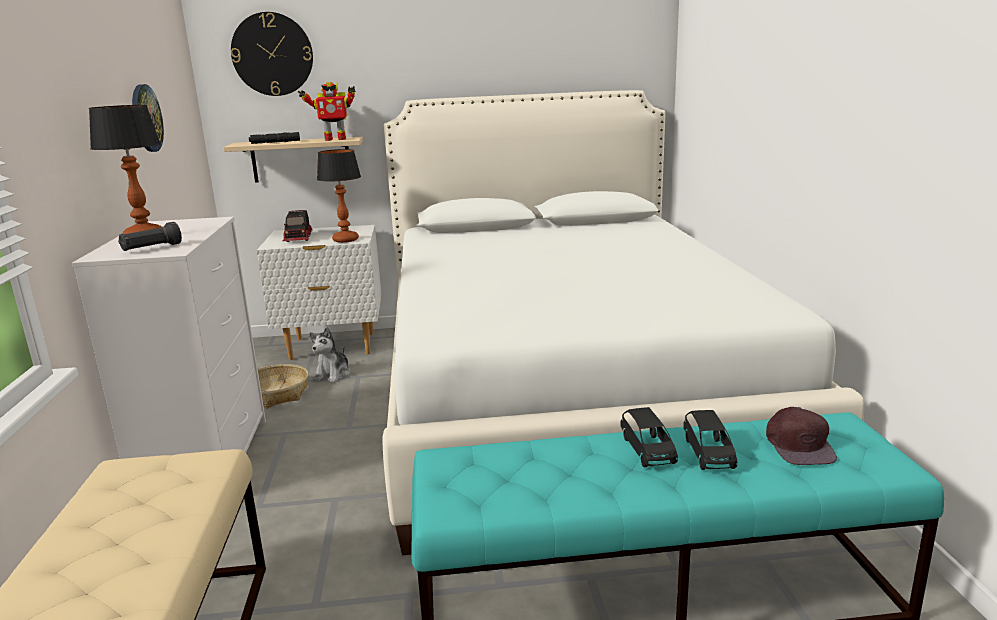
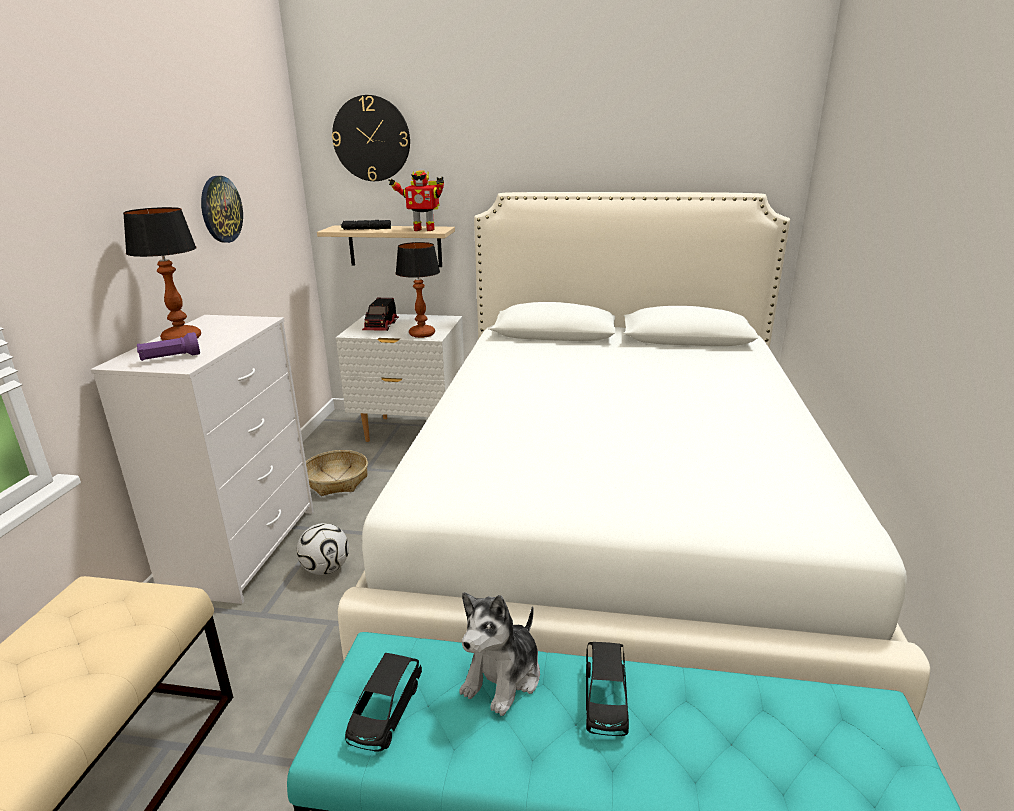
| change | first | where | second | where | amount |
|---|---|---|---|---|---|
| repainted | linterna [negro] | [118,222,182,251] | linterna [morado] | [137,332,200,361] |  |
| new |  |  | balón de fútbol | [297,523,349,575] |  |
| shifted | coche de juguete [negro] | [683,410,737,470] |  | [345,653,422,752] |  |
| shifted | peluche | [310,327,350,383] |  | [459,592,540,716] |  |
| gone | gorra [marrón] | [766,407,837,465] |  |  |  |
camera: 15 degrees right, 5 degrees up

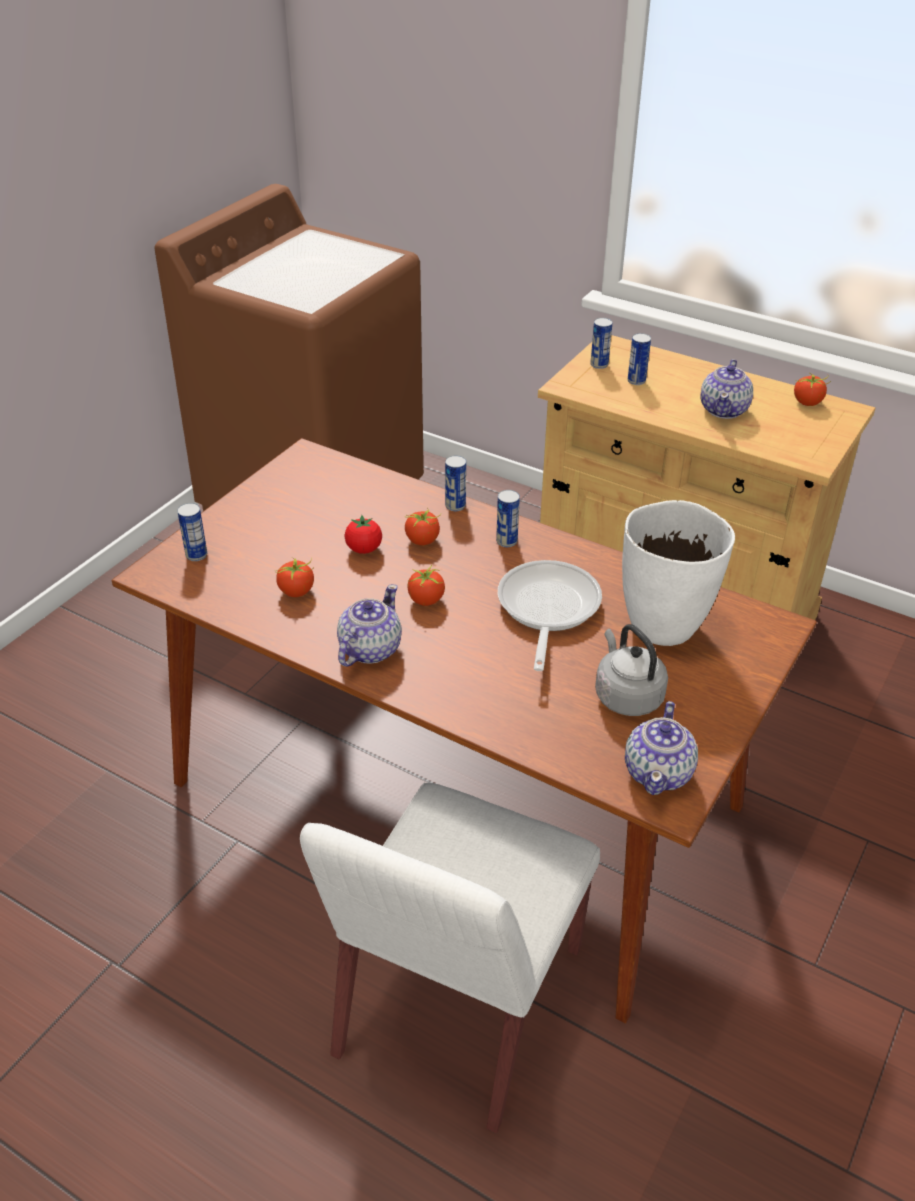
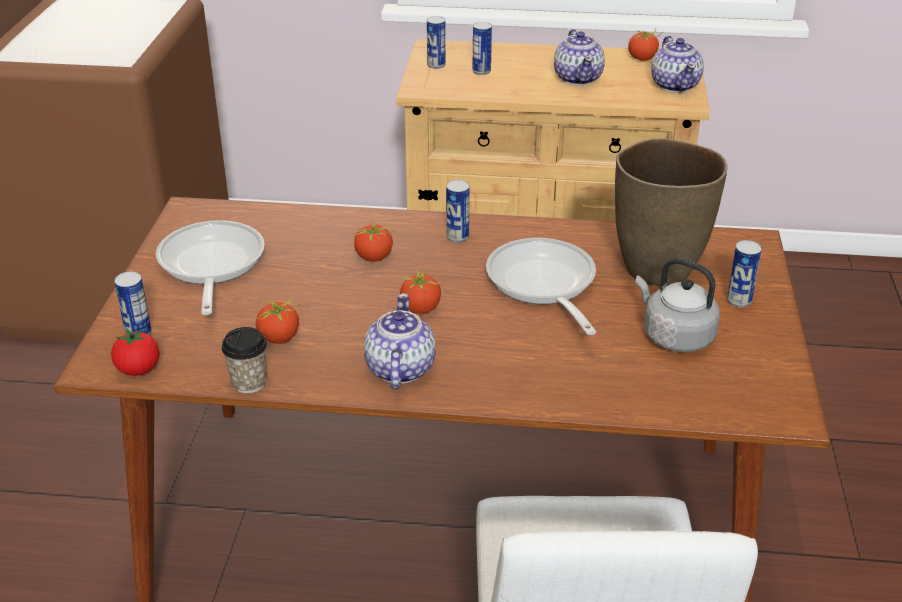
| change | first | where | second | where | amount |
|---|---|---|---|---|---|
| shifted | tomate | [345,515,382,554] |  | [111,329,160,376] |  |
| new |  |  | sartén | [156,220,265,315] |  |
| new |  |  | taza | [221,327,267,393] |  |
| repainted | florero [blanco] | [622,500,735,646] | florero [marrón] | [615,138,727,286] |  |
| shifted | tetera | [625,701,698,795] |  | [651,36,704,93] |  |
| shifted | lata | [445,455,466,511] |  | [727,240,762,307] |  |
camera: 25 degrees left, 5 degrees down

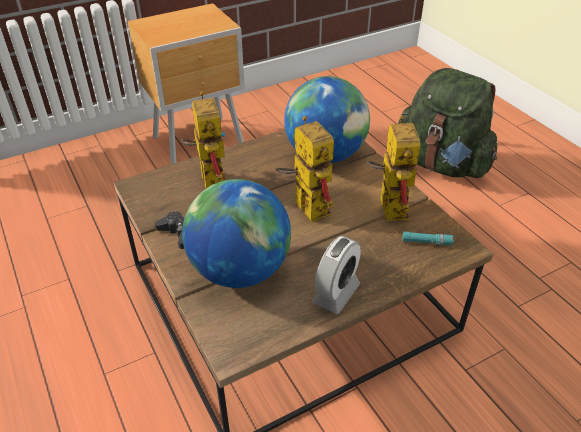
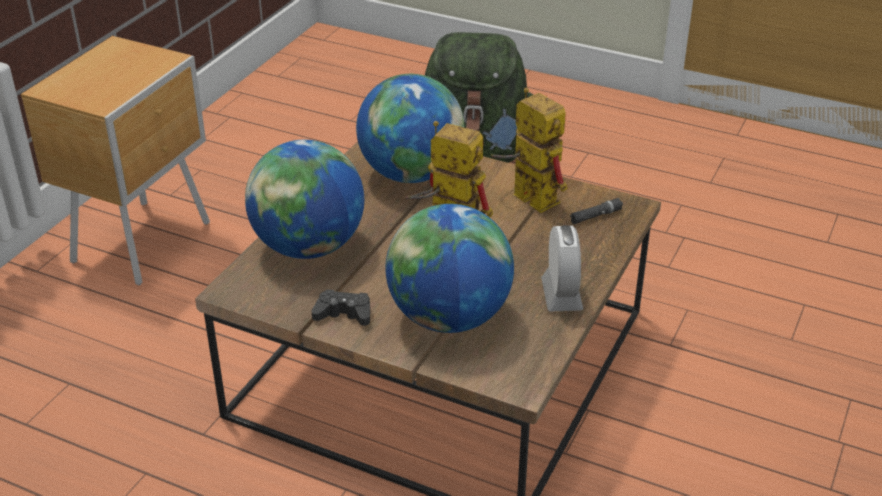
| change | first | where | second | where | amount |
|---|---|---|---|---|---|
| swapped | robot de juguete | [181,91,225,188] | globo terráqueo | [245,140,364,259] |  |
| repainted | linterna [turquesa] | [402,232,454,246] | linterna [negro] | [570,198,623,224] |  |
camera: 35 degrees left, 5 degrees down

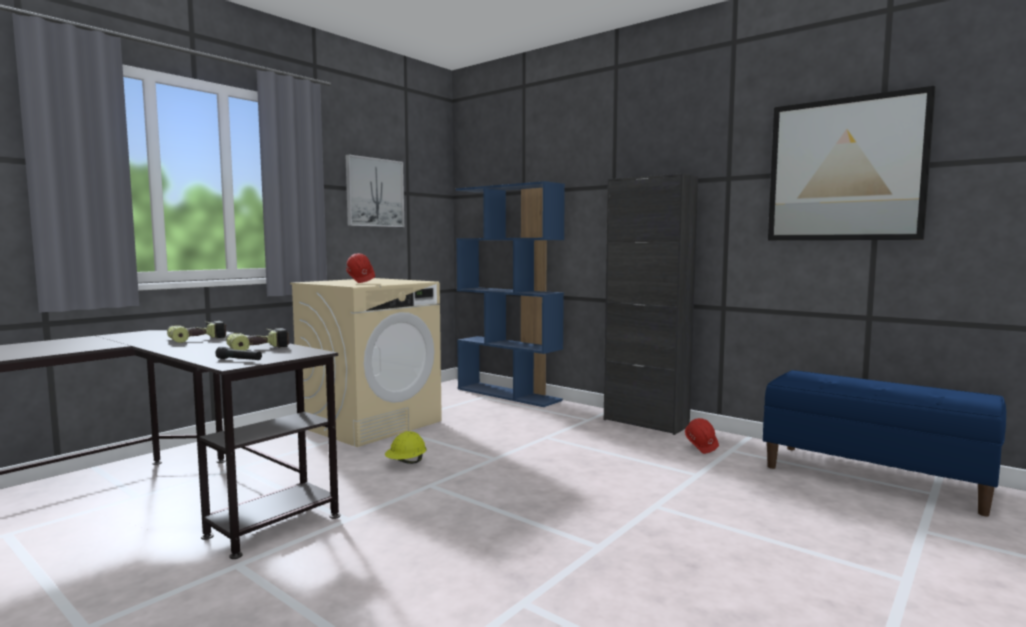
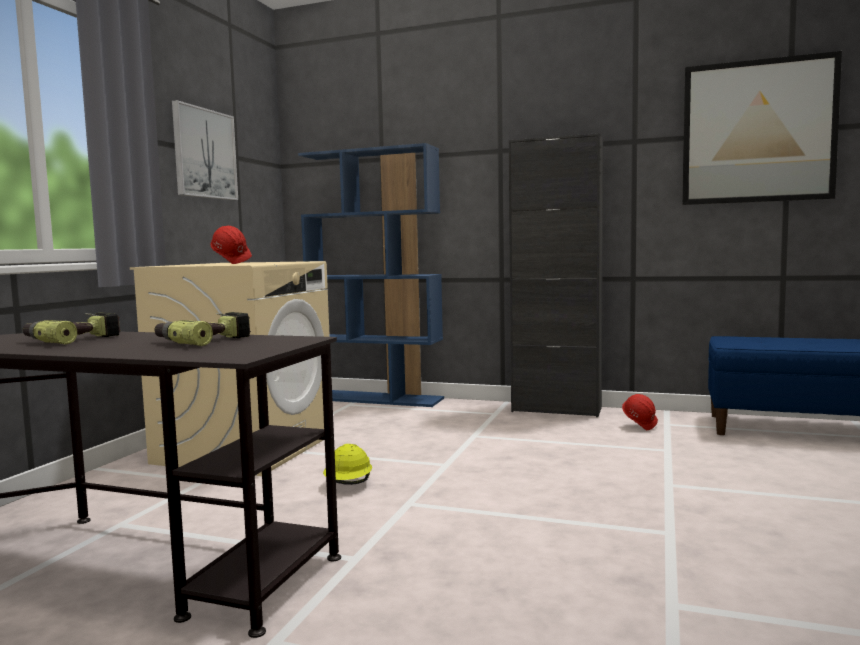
| change | first | where | second | where | amount |
|---|---|---|---|---|---|
| gone | linterna [negro] | [215,347,262,360] |  |  |  |
camera: 20 degrees left, 0 degrees up

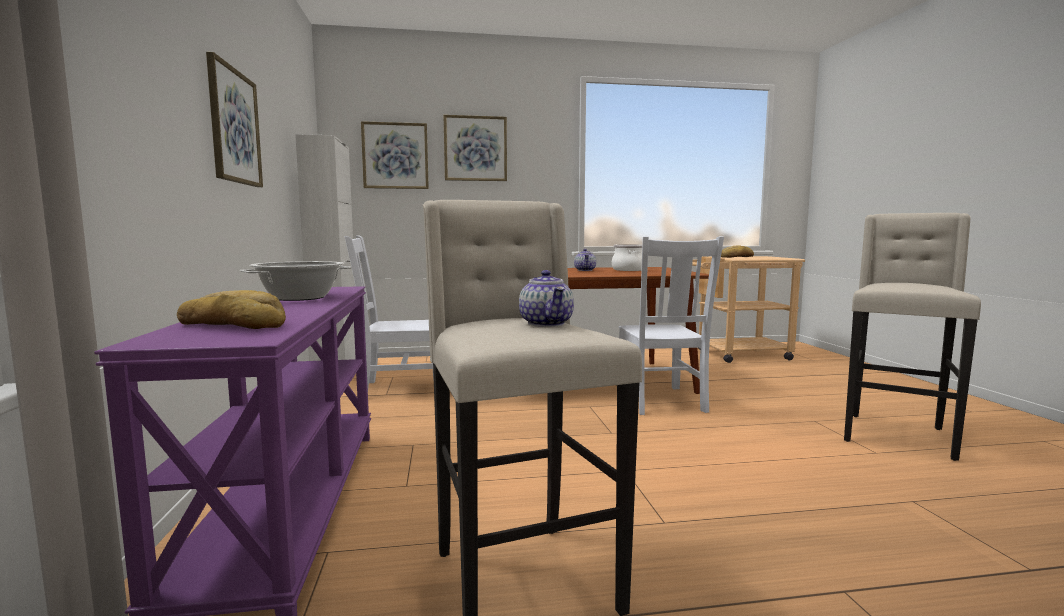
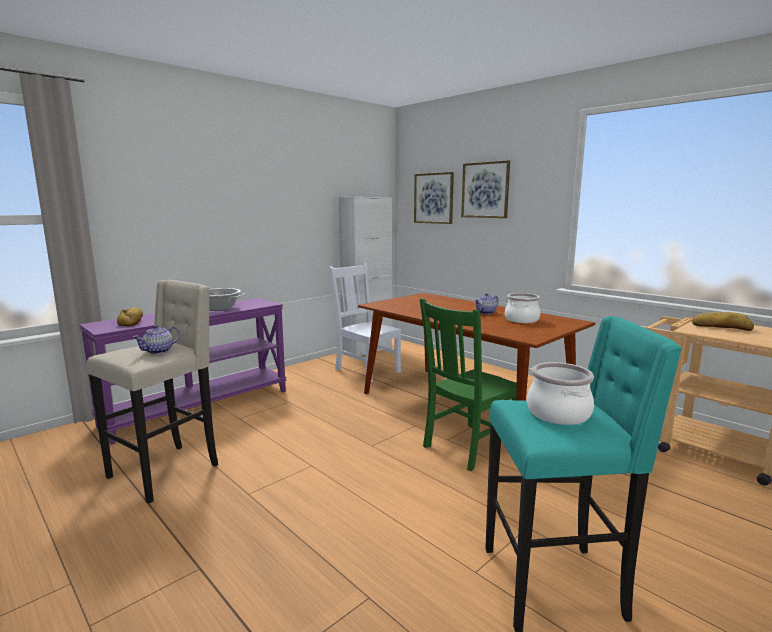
| change | first | where | second | where | amount |
|---|---|---|---|---|---|
| repainted | silla [blanco] | [619,236,724,415] | silla [verde] | [420,298,517,471] |  |
| repainted | taburete [beis] | [844,213,981,461] | taburete [turquesa] | [485,316,682,632] |  |
| new |  |  | olla | [527,362,594,425] |  |
| gone | cuadro | [206,52,263,187] |  |  |  |
camera: 55 degrees right, 5 degrees up

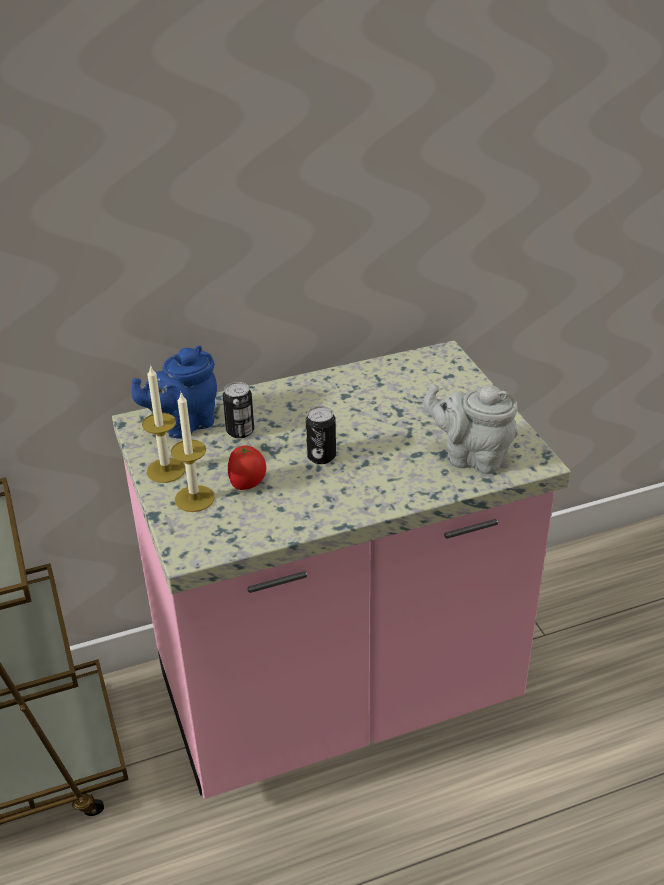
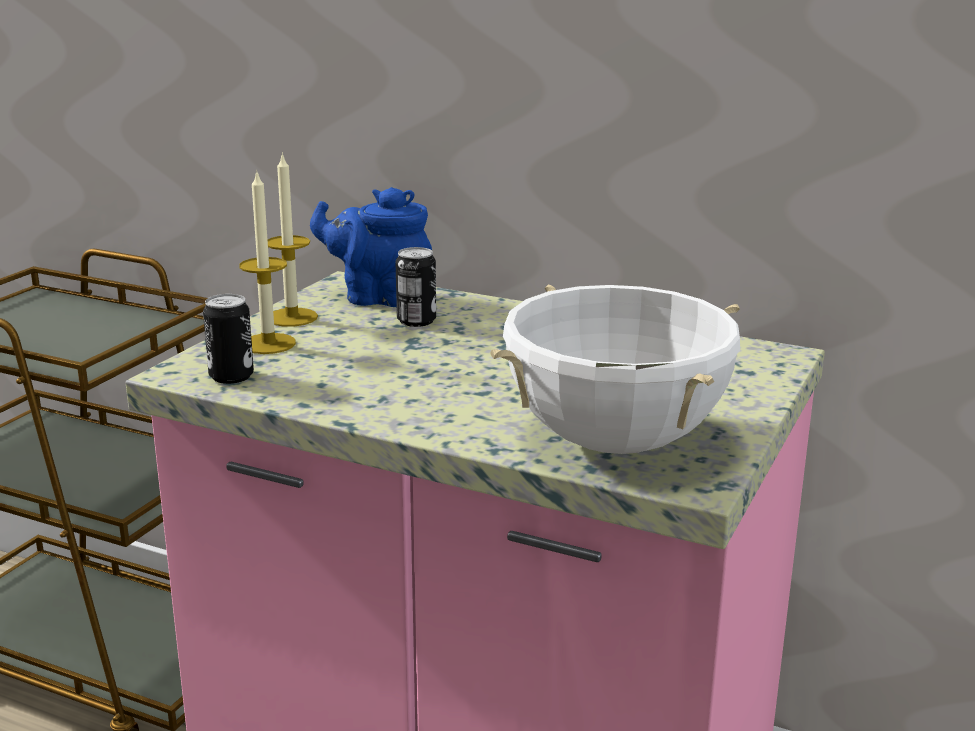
| change | first | where | second | where | amount |
|---|---|---|---|---|---|
| shifted | lata | [306,406,336,464] |  | [203,294,254,384] |  |
| swapped | tetera [gris] | [423,384,518,474] | olla [blanco] | [491,285,740,454] |  |
| gone | tomate | [228,445,266,490] |  |  |  |
camera: 45 degrees right, 15 degrees down

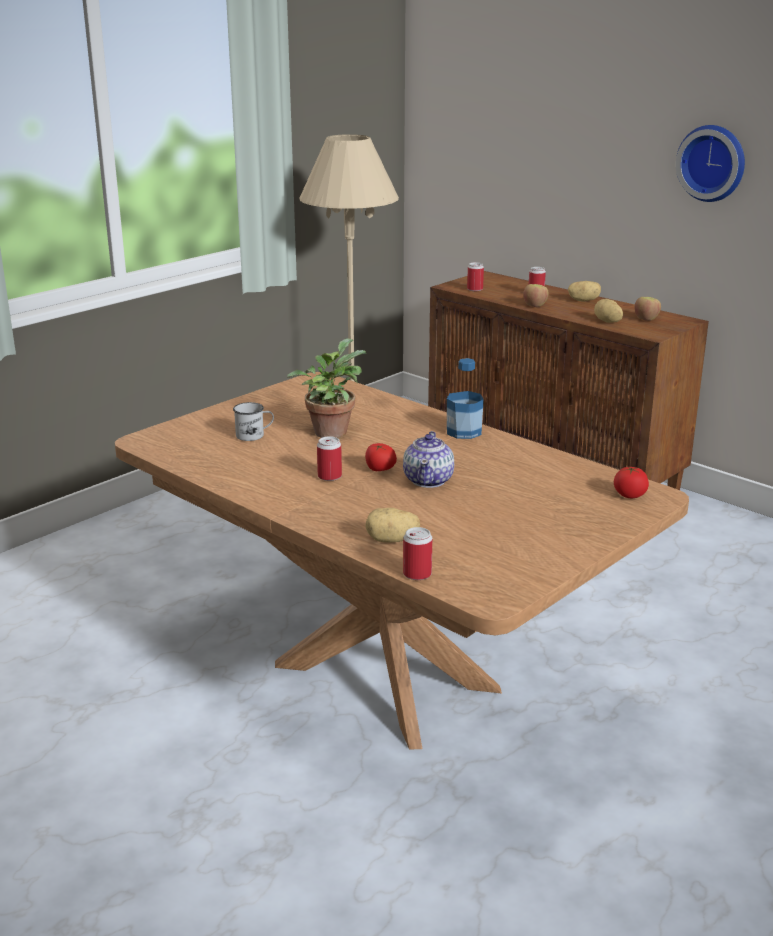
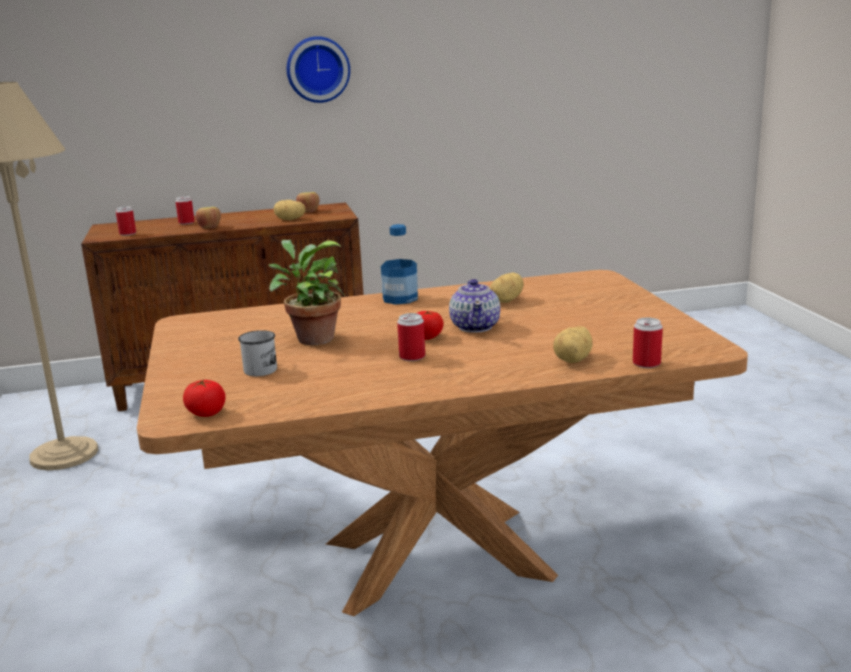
| change | first | where | second | where | amount |
|---|---|---|---|---|---|
| shifted | tomate | [614,467,649,498] |  | [183,379,226,417] |  |
| rotated | tetera | [403,431,454,488] |  | [449,279,500,333] | 45 degrees clockwise |
| shifted | patata | [568,281,601,302] |  | [490,273,524,303] |  |
camera: 55 degrees left, 5 degrees down

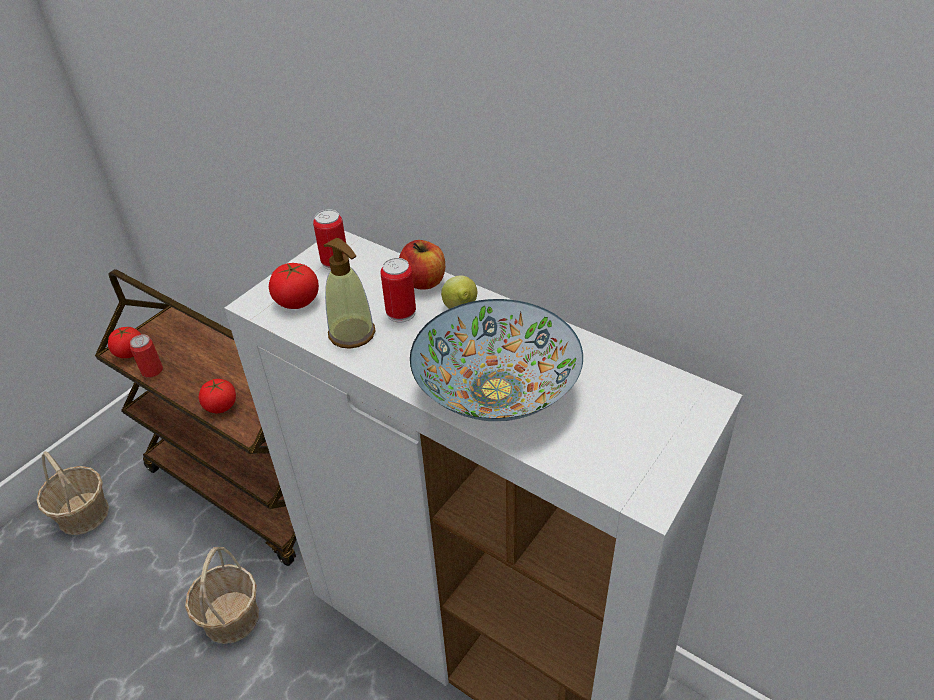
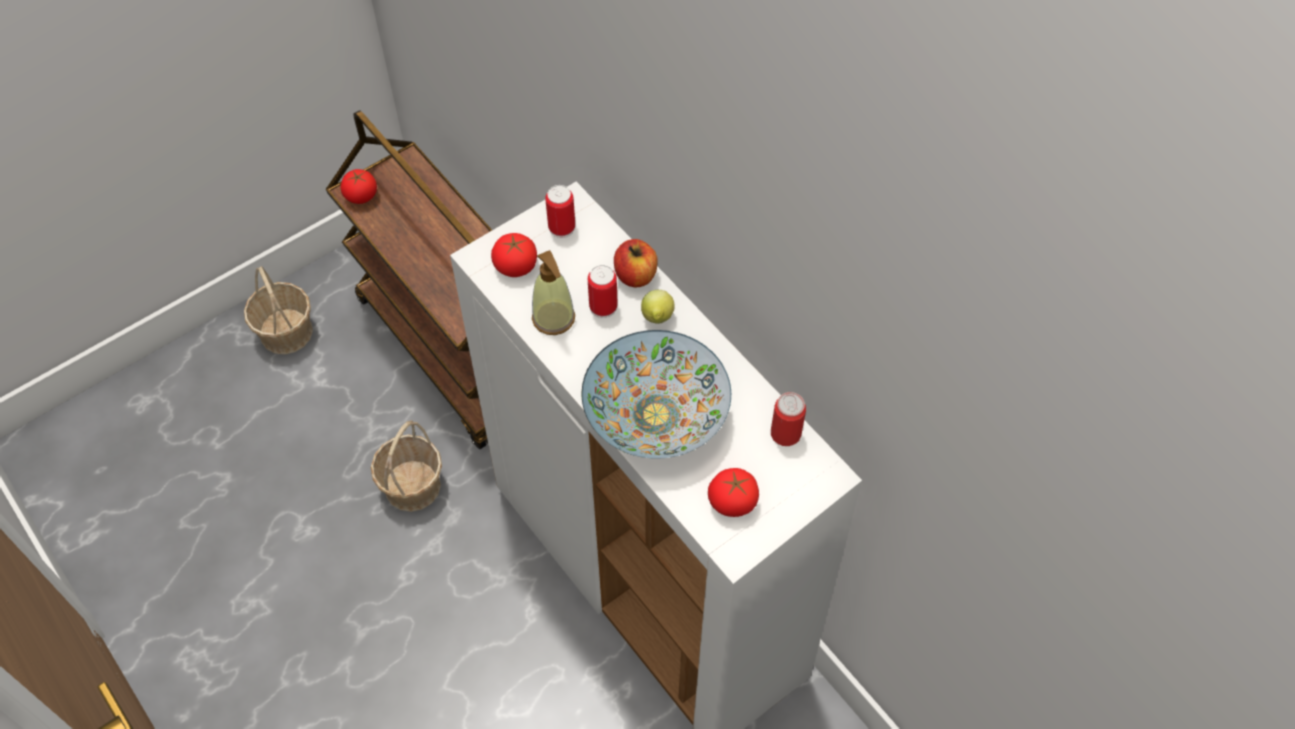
| change | first | where | second | where | amount |
|---|---|---|---|---|---|
| shifted | tomate | [199,379,236,413] |  | [708,468,759,517] |  |
| shifted | lata | [130,335,163,378] |  | [771,392,806,446] |  |
camera: 15 degrees right, 15 degrees up

